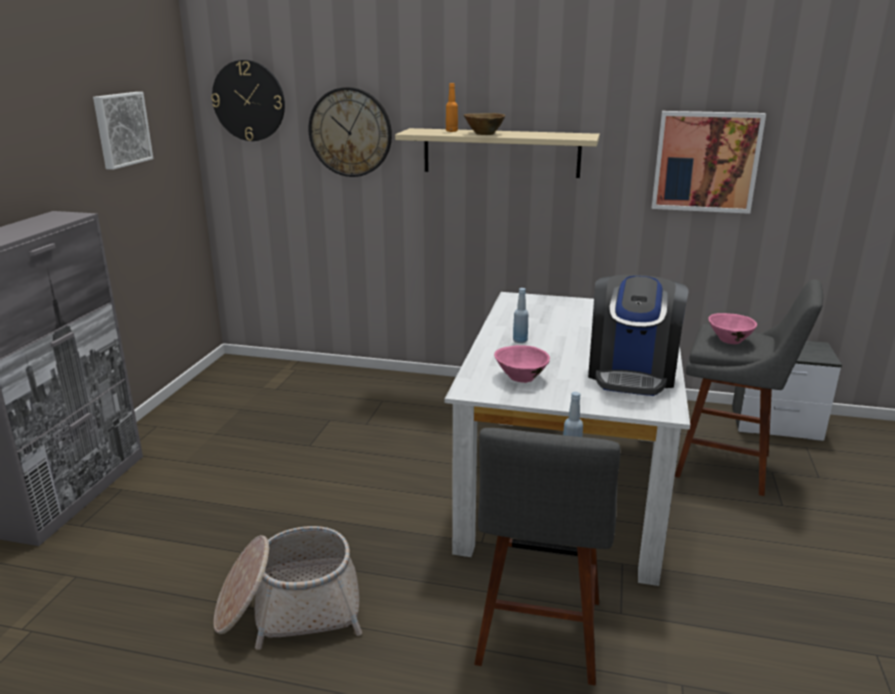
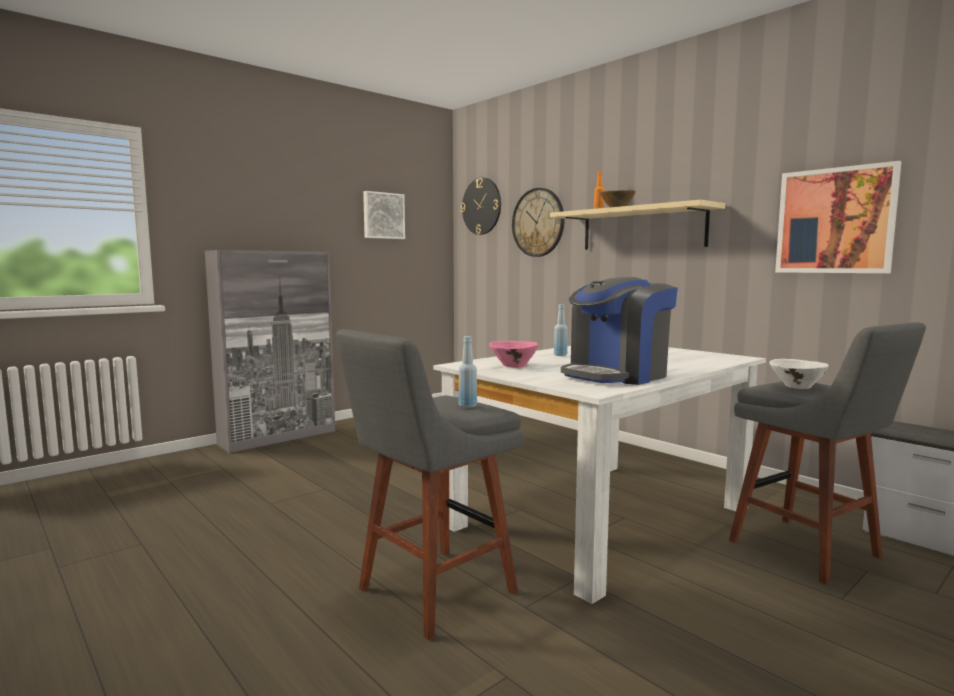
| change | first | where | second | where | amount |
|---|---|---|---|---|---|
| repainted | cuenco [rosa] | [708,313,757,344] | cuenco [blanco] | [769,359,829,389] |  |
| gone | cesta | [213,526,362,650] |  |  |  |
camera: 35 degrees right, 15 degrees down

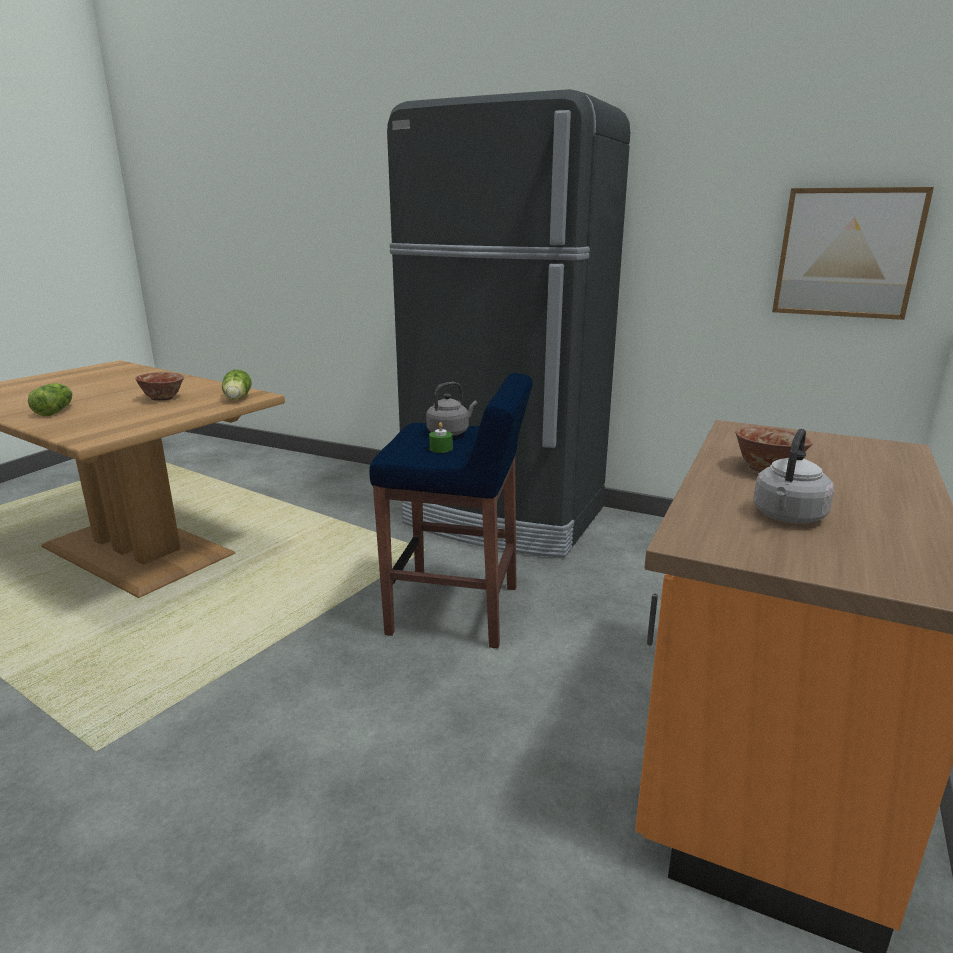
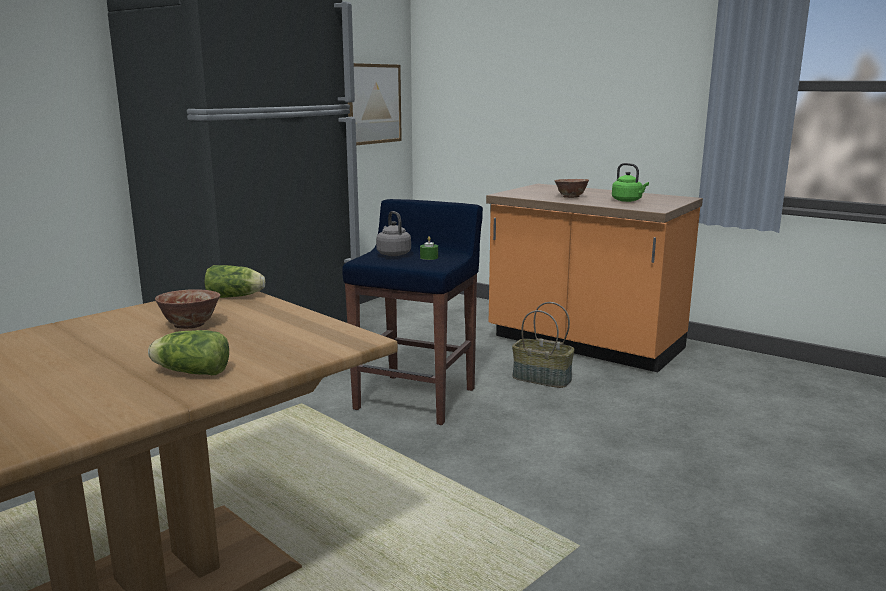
| change | first | where | second | where | amount |
|---|---|---|---|---|---|
| new |  |  | cesta | [512,302,575,388] |  |
| repainted | hervidor [gris] | [753,429,834,524] | hervidor [verde] | [612,163,649,202] |  |
camera: 80 degrees left, 5 degrees down

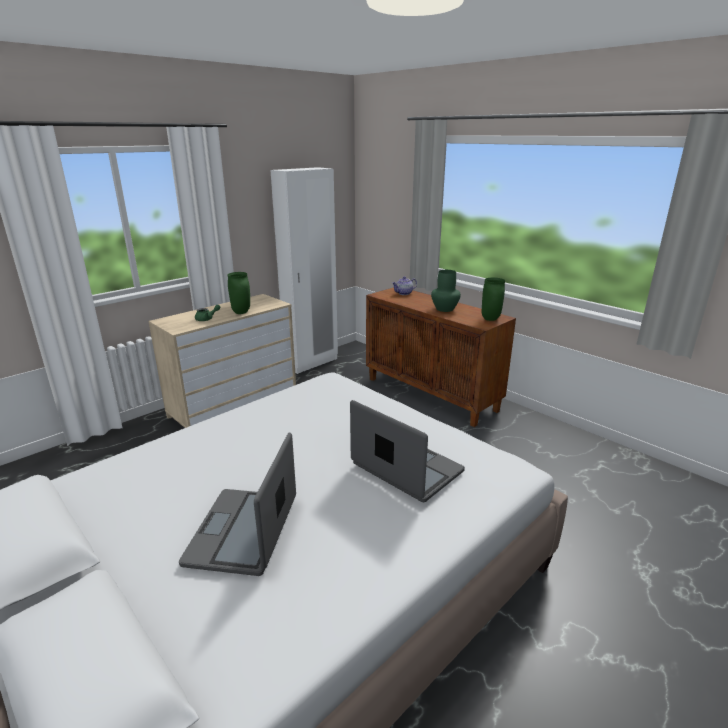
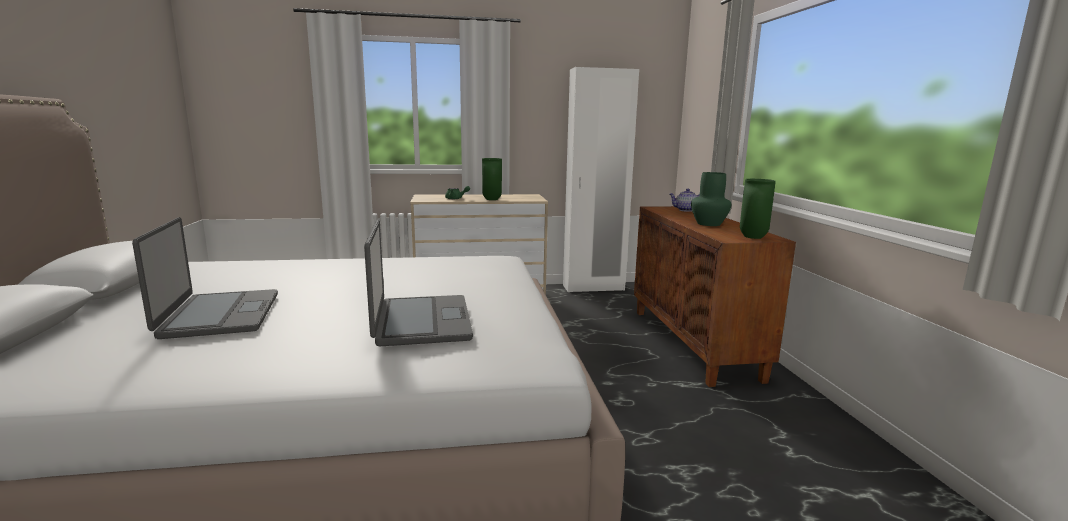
| change | first | where | second | where | amount |
|---|---|---|---|---|---|
| rotated | portátil | [179,432,296,576] |  | [132,217,278,339] | 120 degrees clockwise |
camera: 35 degrees right, 10 degrees down

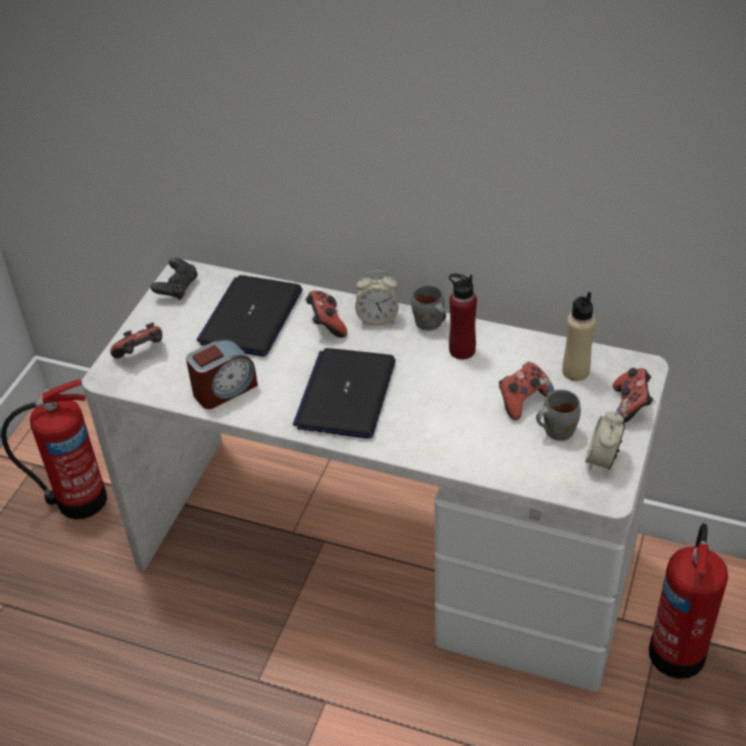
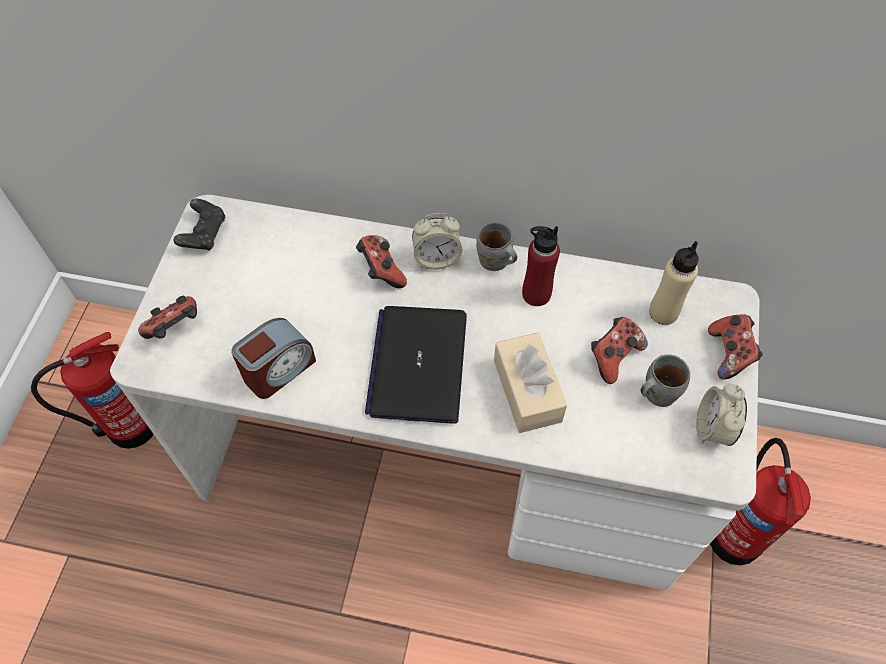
| change | first | where | second | where | amount |
|---|---|---|---|---|---|
| new |  |  | caja de pañuelos [beis] | [494,333,567,433] |  |
| gone | portátil | [196,275,303,357] |  |  |  |
camera: 10 degrees left, 15 degrees up

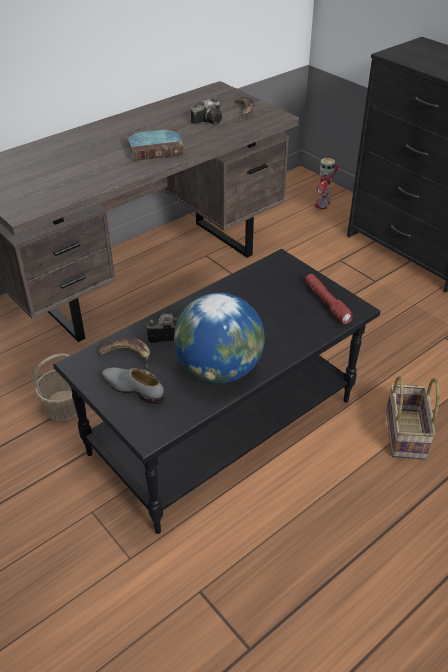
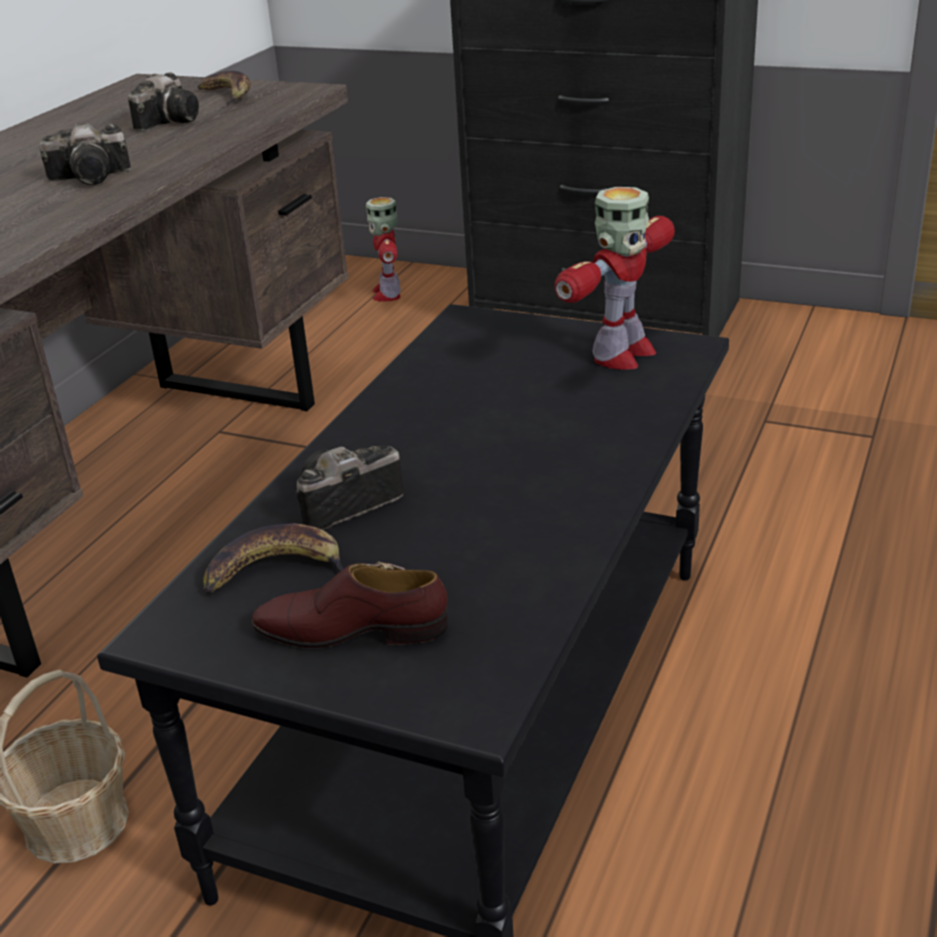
| change | first | where | second | where | amount |
|---|---|---|---|---|---|
| swapped | libro | [127,128,184,161] | cámara | [39,122,131,185] |  |
| repainted | zapato [gris] | [102,367,164,405] | zapato [marrón] | [252,562,448,648] |  |
| swapped | linterna [rojo] | [305,274,353,324] | robot de juguete | [554,187,675,370] |  |
| gone | globo terráqueo | [174,293,265,383] |  |  |  |
| gone | cesta | [386,376,440,459] |  |  |  |
camera: 25 degrees left, 10 degrees down

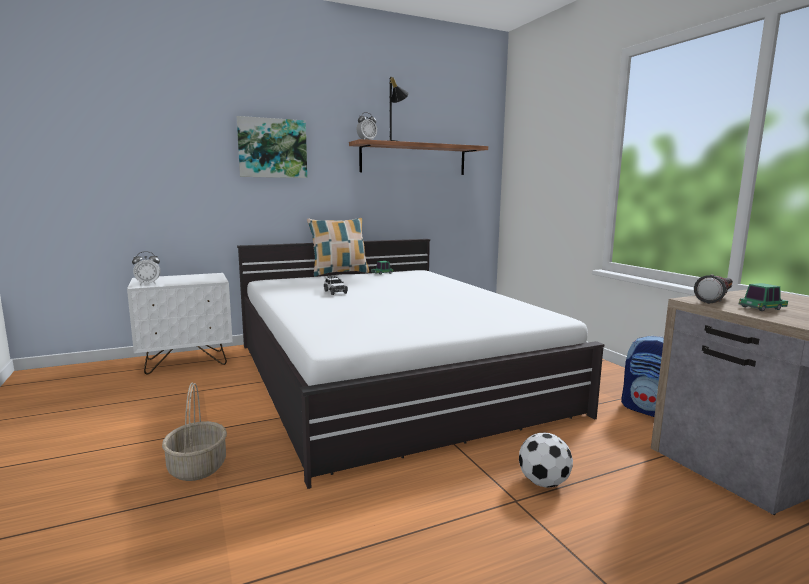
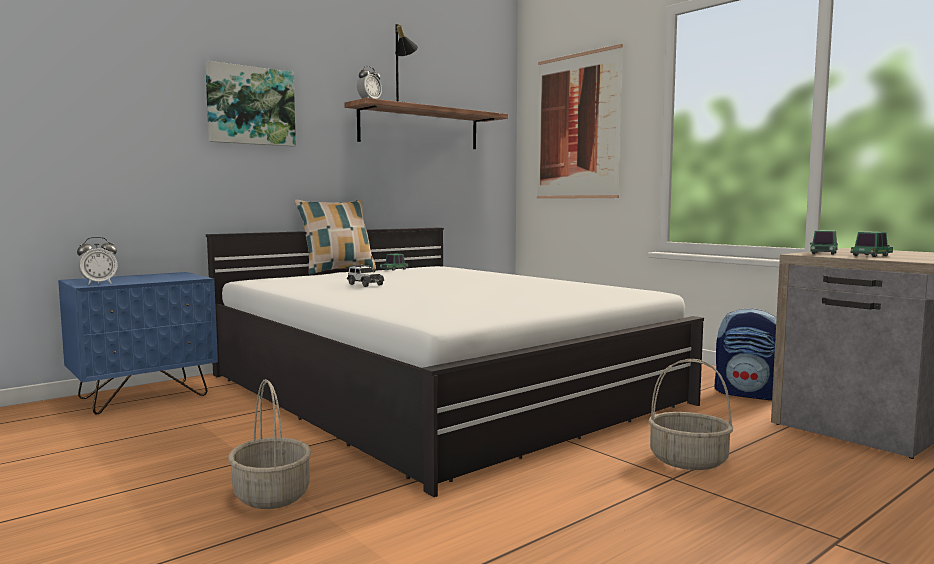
| change | first | where | second | where | amount |
|---|---|---|---|---|---|
| repainted | mesita de noche [blanco] | [127,273,233,375] | mesita de noche [azul] | [58,272,218,415] |  |
| new |  |  | cuadro | [537,44,623,199] |  |
| swapped | balón de fútbol | [519,433,573,488] | cesta | [648,359,733,470] |  |
| swapped | linterna | [694,275,733,304] | coche de juguete | [810,230,838,255] |  |
camera: 15 degrees left, 5 degrees down

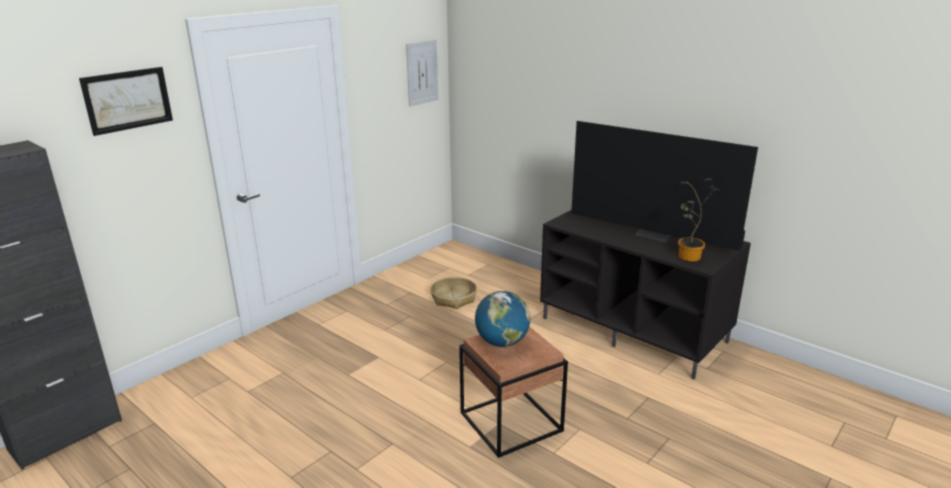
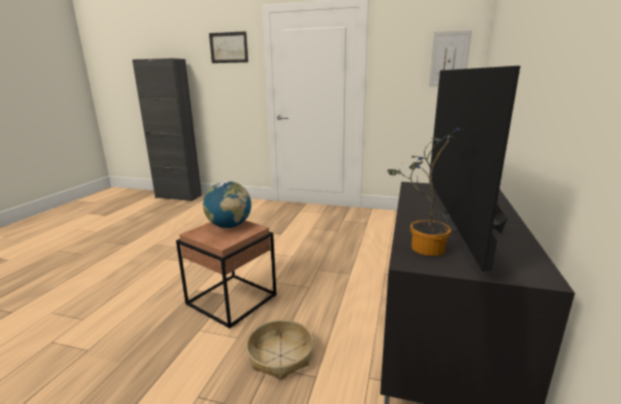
| change | first | where | second | where | amount |
|---|---|---|---|---|---|
| shifted | cesta | [430,277,477,309] |  | [246,320,313,380] |  |
camera: 65 degrees right, 5 degrees down

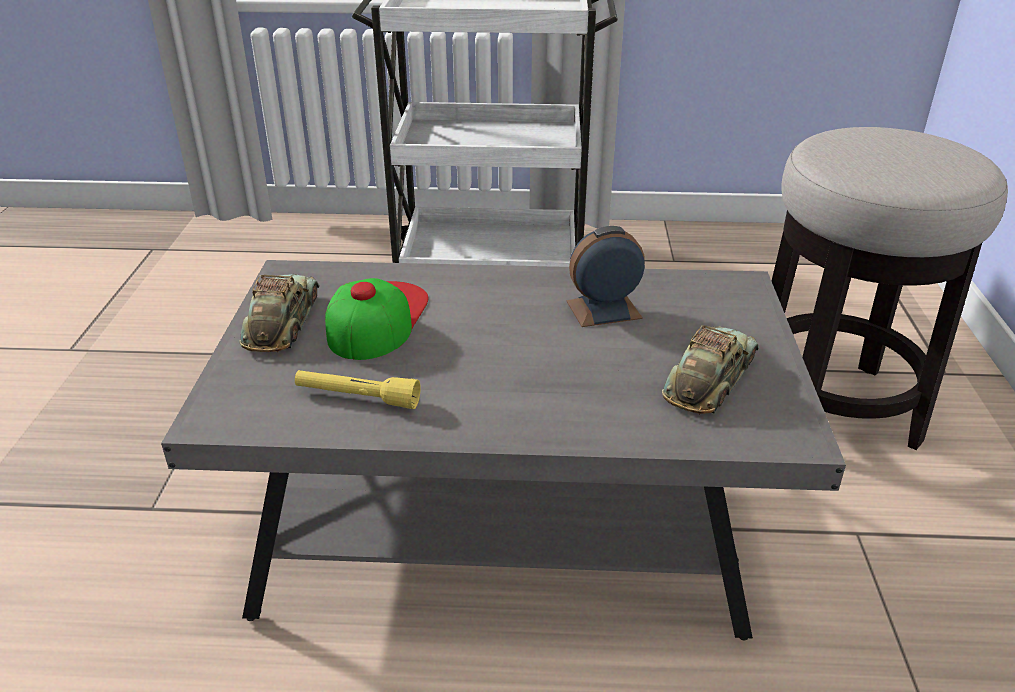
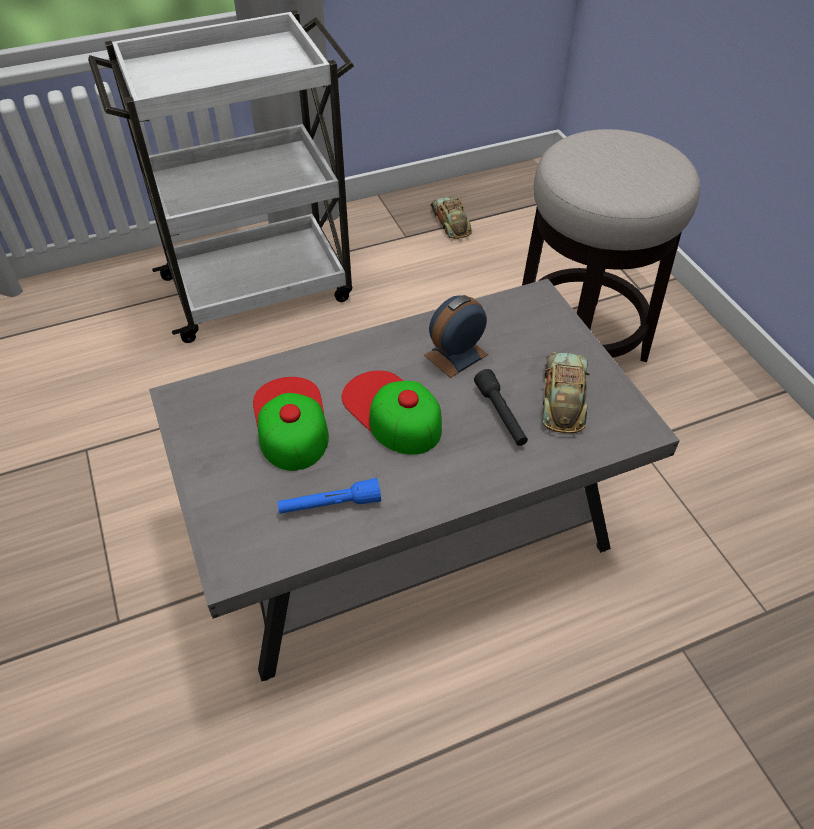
| change | first | where | second | where | amount |
|---|---|---|---|---|---|
| repainted | linterna [amarillo] | [295,370,421,409] | linterna [azul] | [278,478,381,514] |  |
| new |  |  | gorra | [342,371,442,455] |  |
| shifted | coche de juguete | [239,274,320,352] |  | [430,197,472,239] |  |
| new |  |  | linterna [negro] | [474,369,528,446] |  |
camera: 25 degrees left, 15 degrees up

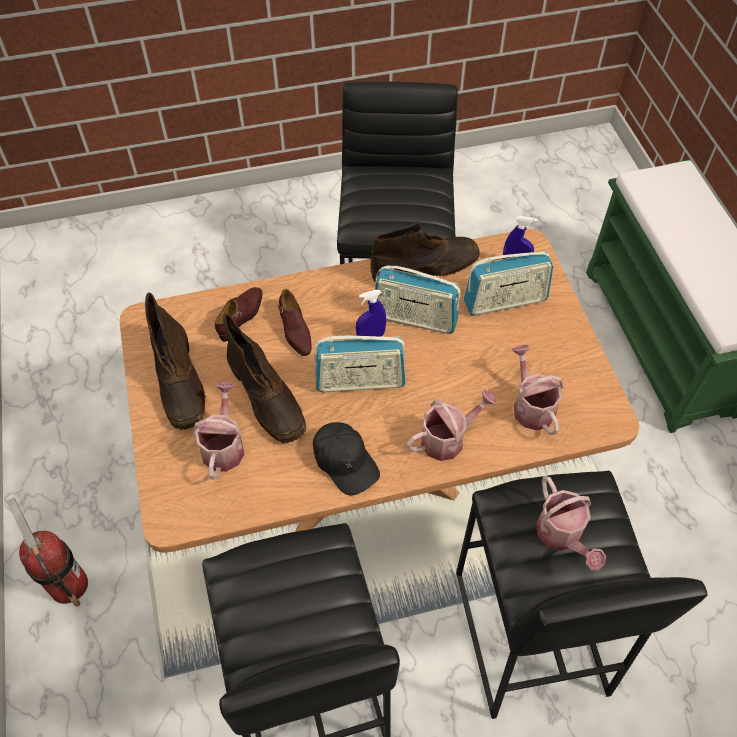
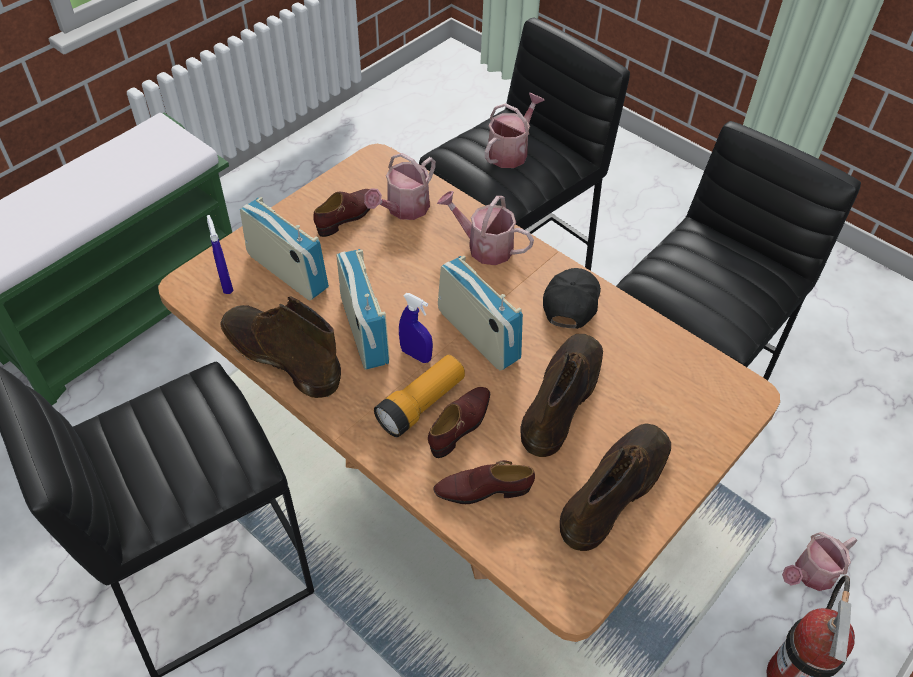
| change | first | where | second | where | amount |
|---|---|---|---|---|---|
| new |  |  | zapato [marrón] | [313,189,370,237] |  |
| new |  |  | linterna | [374,355,465,437] |  |
| shifted | regadera | [193,382,244,479] |  | [782,532,857,591] |  |
camera: 125 degrees left, 5 degrees down

